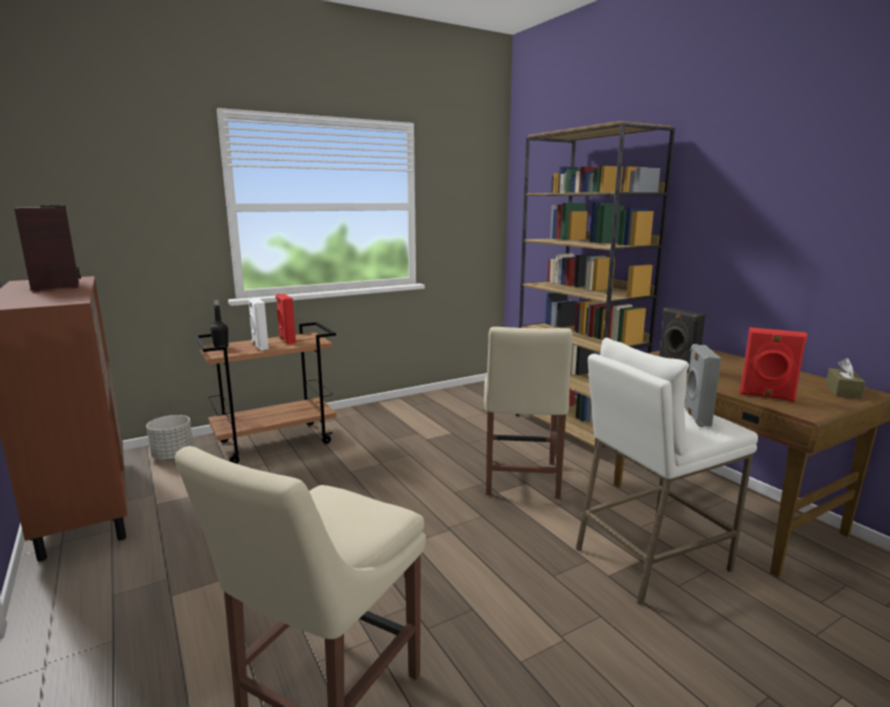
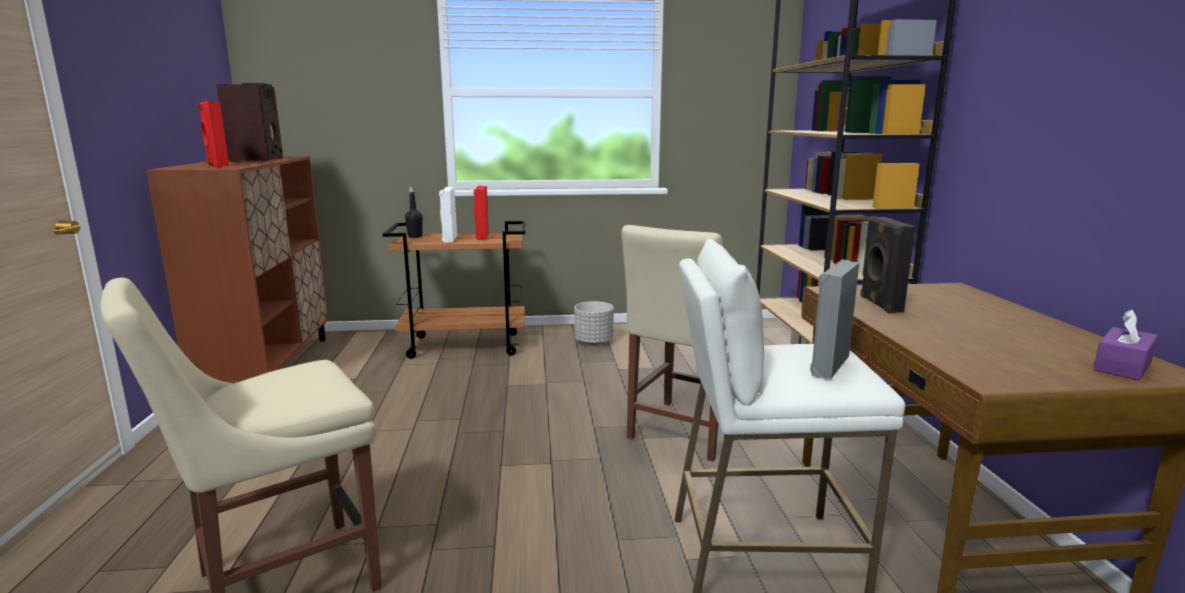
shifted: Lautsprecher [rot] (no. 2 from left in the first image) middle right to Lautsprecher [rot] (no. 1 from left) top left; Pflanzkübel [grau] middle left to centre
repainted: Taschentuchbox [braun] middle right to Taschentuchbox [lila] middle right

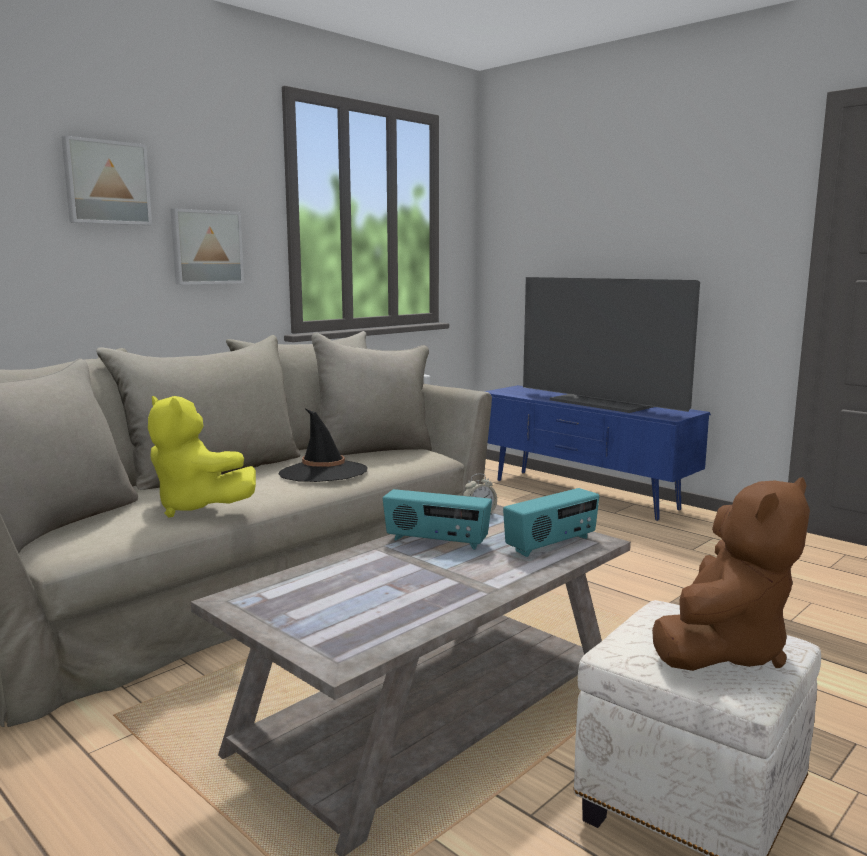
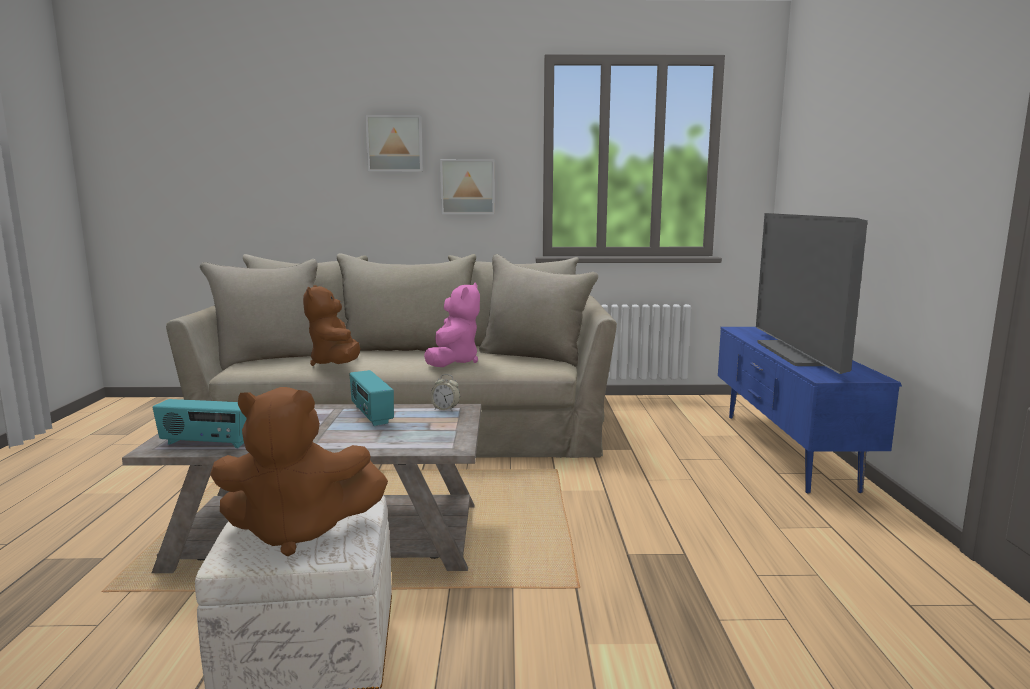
shifted: Radio (no. 2 from left in the first image) centre to Radio (no. 1 from left) middle left
swapped: Hut [schwarz] centre to Plüschtier [rosa] centre
repainted: Plüschtier [gelb] middle left to Plüschtier [braun] (no. 2 from left) middle left

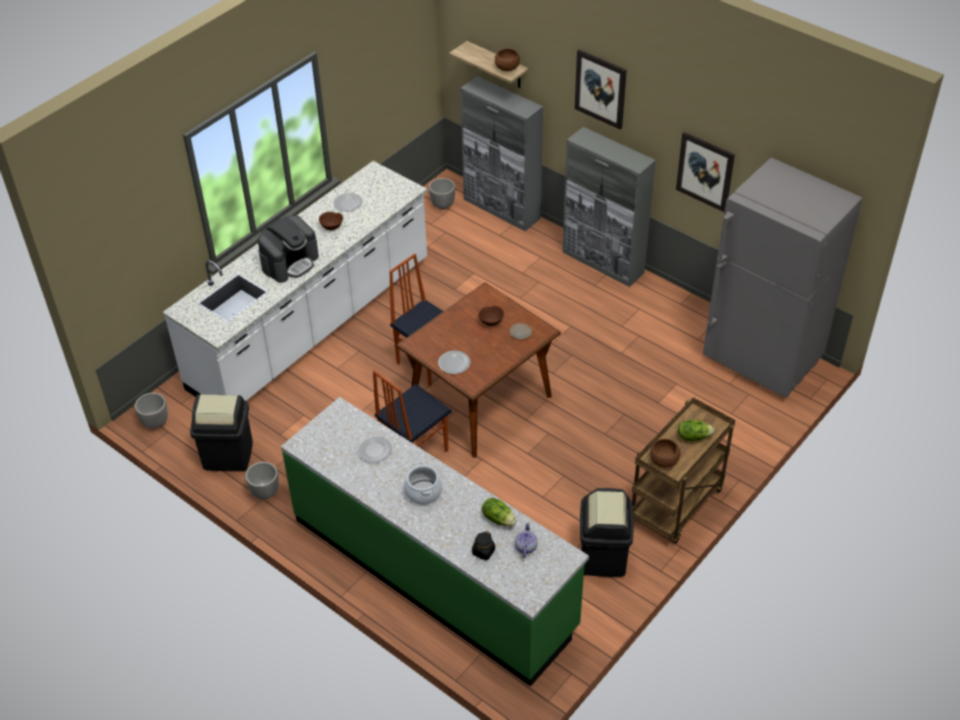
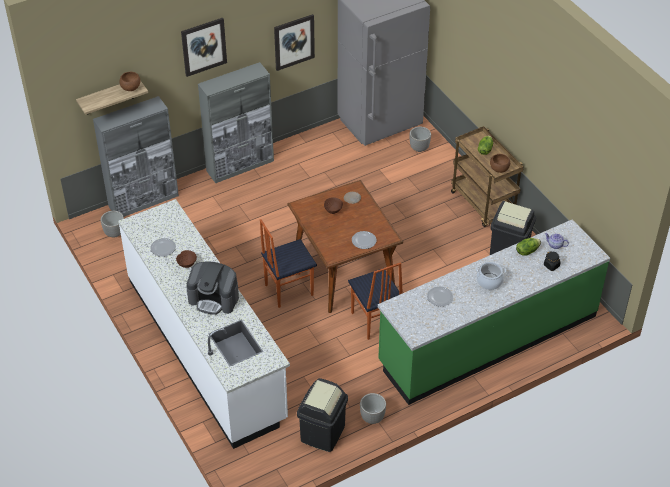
shifted: Pflanzkübel (no. 1 from left in the first image) middle left to Pflanzkübel (no. 3 from left) top centre
rotated: Kaffeemaschine middle left = middle left 135 degrees clockwise

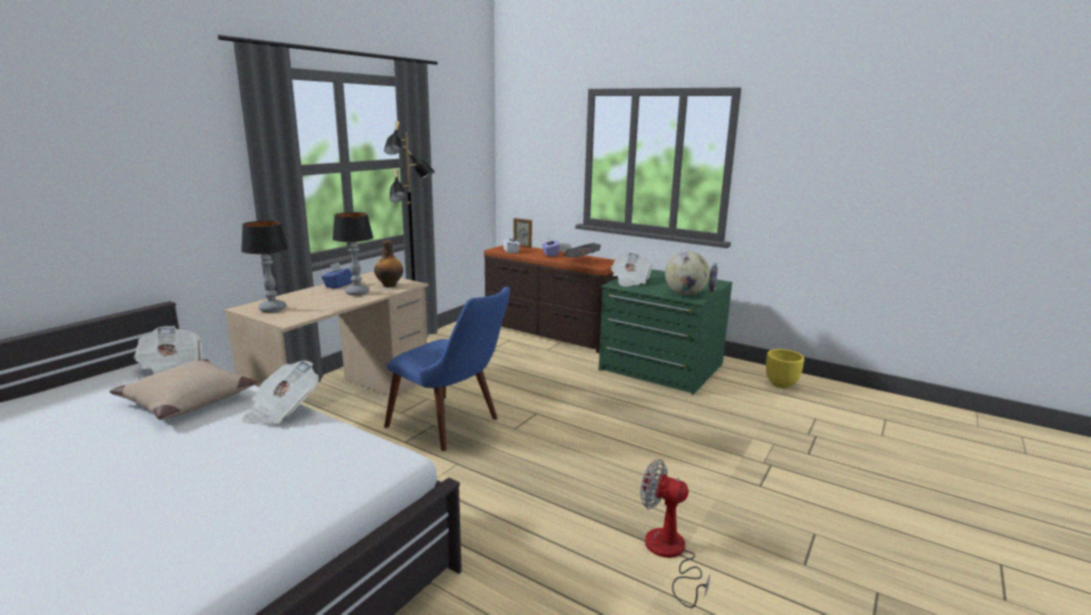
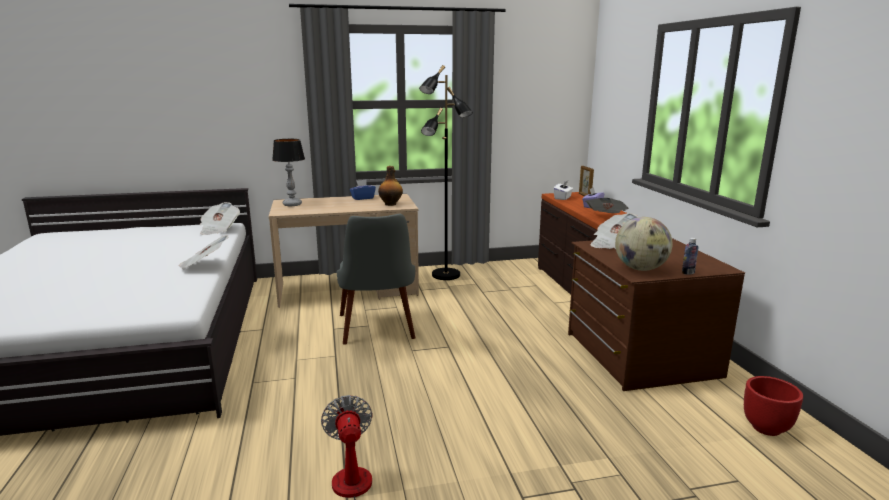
gone: Tischlampe (no. 2 from left) middle left; Kissen [beige] middle left
repainted: Kommode [grün] centre to Kommode [braun] (no. 2 from left) middle right; Stuhl [blau] centre to Stuhl [grau] centre; Pflanzkübel [gelb] middle right to Pflanzkübel [rot] bottom right

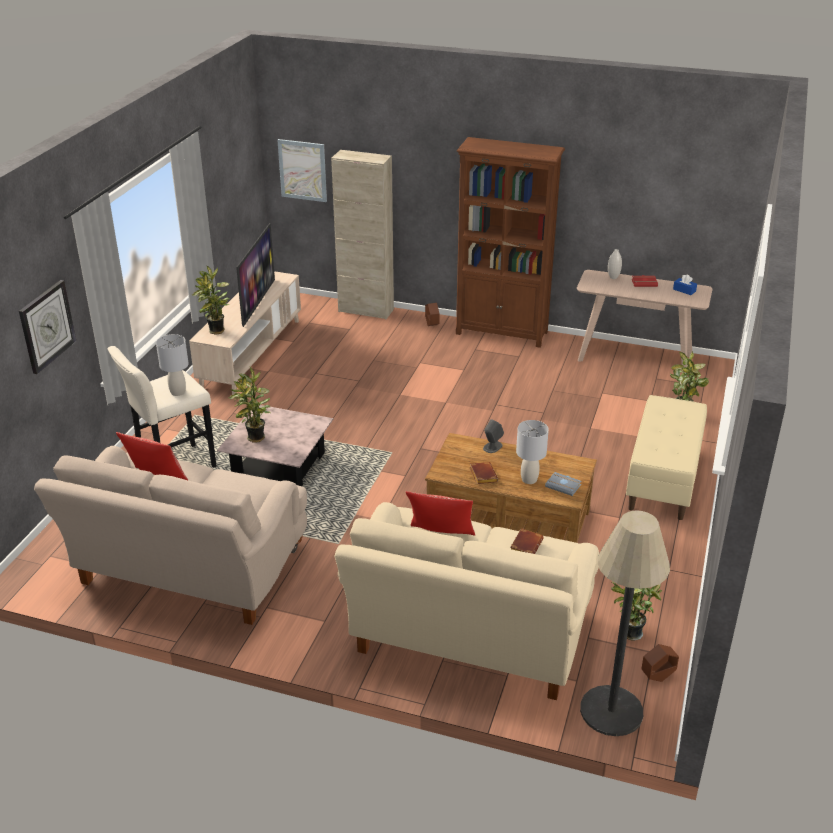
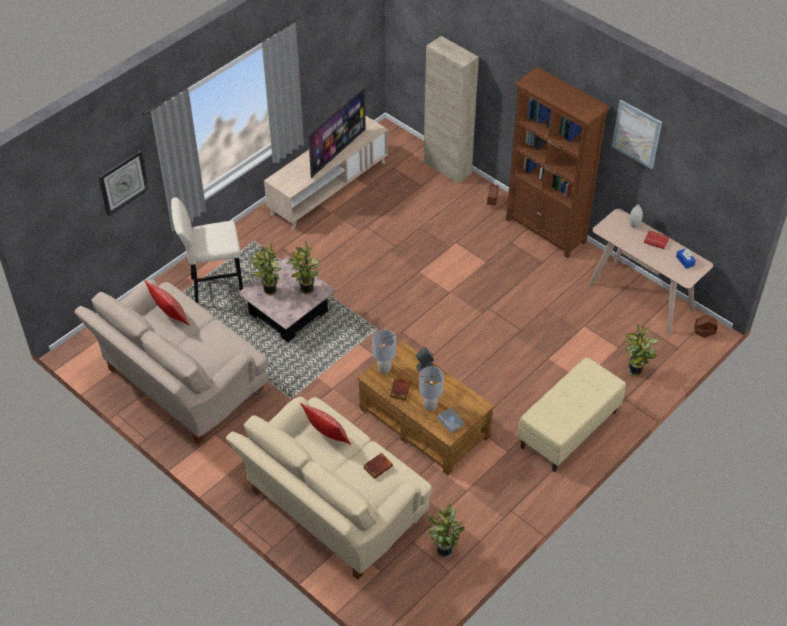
gone: Stehlampe bottom right
shifted: Bild top centre to top right; Topfpflanze (no. 1 from left in the first image) middle left to Topfpflanze (no. 2 from left) centre; Tischlampe [grau] (no. 1 from left) middle left to centre; Pflanzkübel [braun] (no. 2 from left) bottom right to middle right

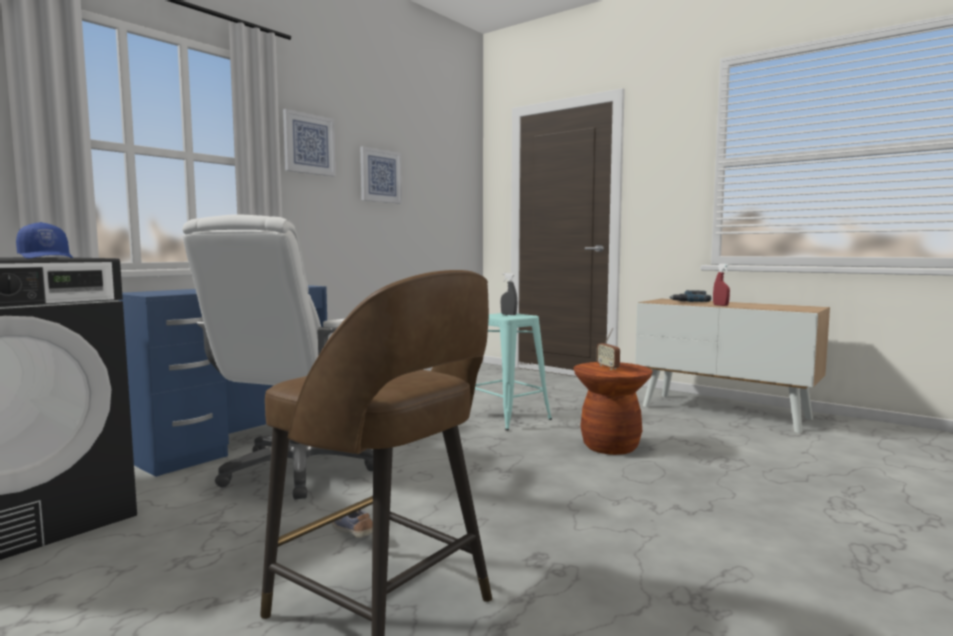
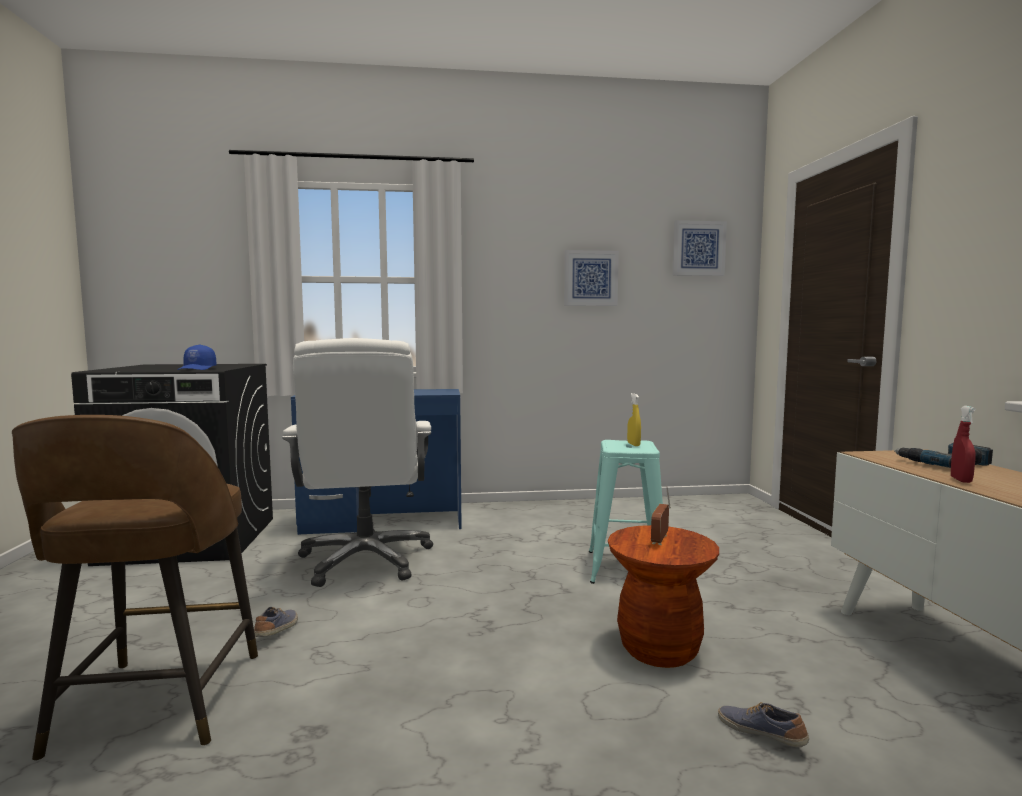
new: Schuh (no. 2 from left) bottom right
shifted: Bild (no. 1 from left in the first image) top left to Bild (no. 2 from left) top right
repainted: Sprühflasche [grau] centre to Sprühflasche [gelb] centre
rotated: Bürostuhl [weiß] middle left = centre 75 degrees counterclockwise

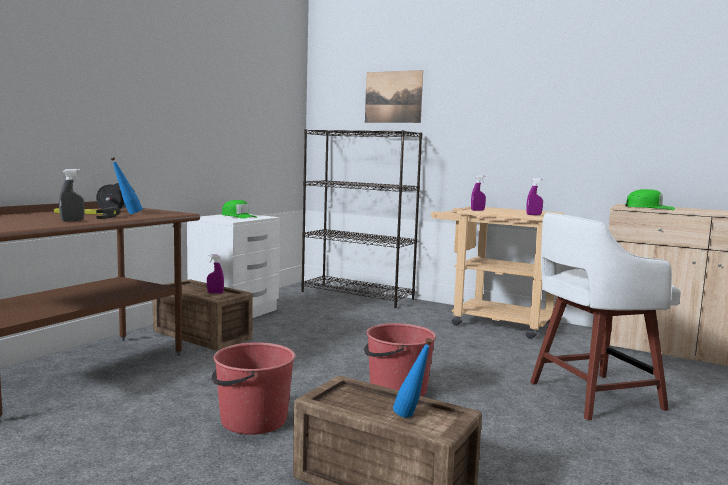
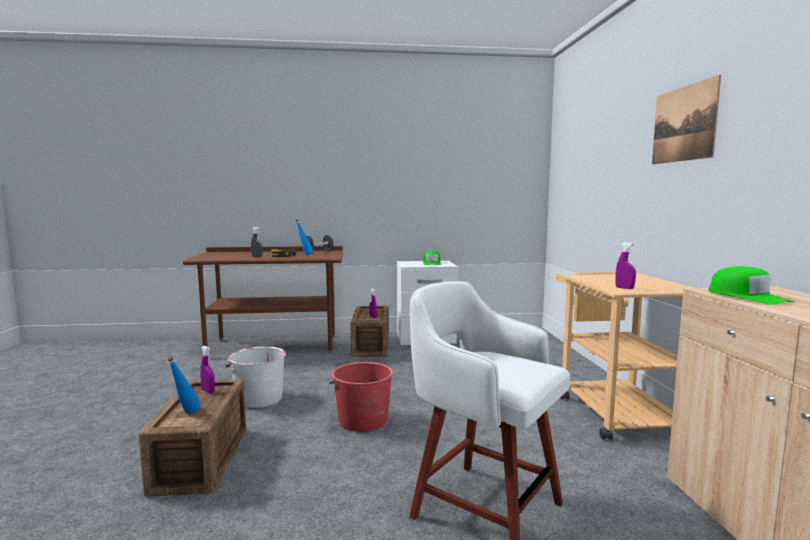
gone: Bücherregal [schwarz] centre
shifted: Bild top centre to top right; Sprühflasche [lila] (no. 2 from left in the first image) centre to Sprühflasche [lila] (no. 1 from left) bottom left
repainted: Eimer [rot] (no. 1 from left) bottom centre to Eimer [weiß] bottom left

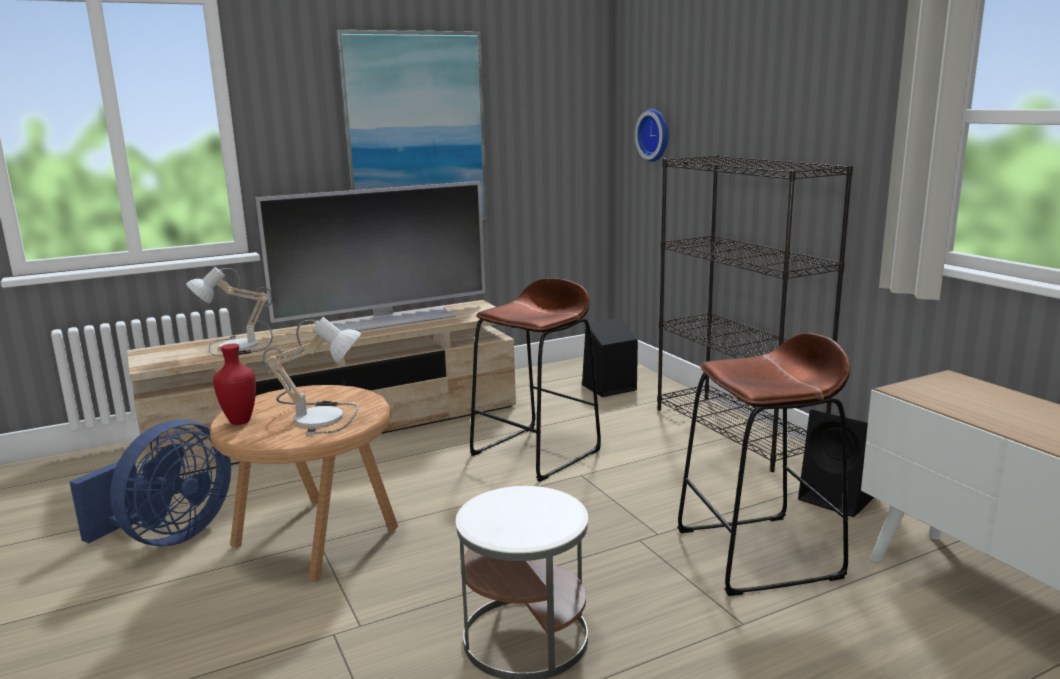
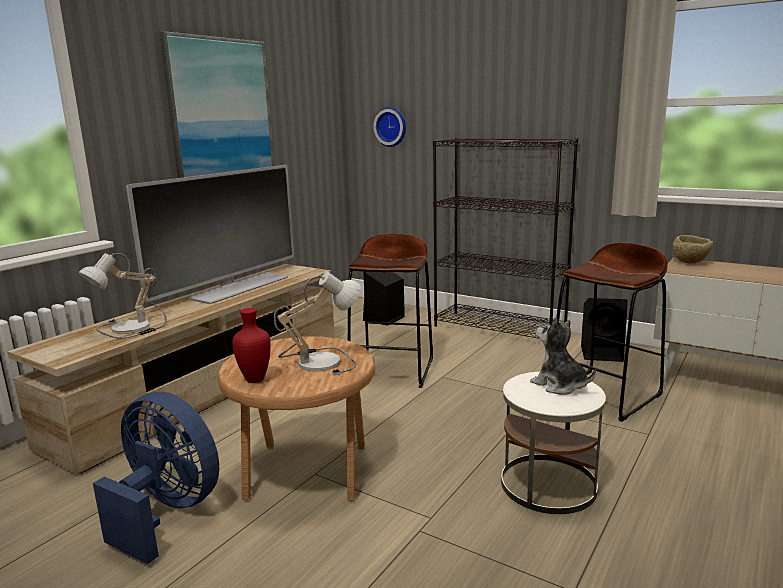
new: Schüssel [beige] middle right; Plüschtier middle right
rotated: Ventilator [blau] bottom left = bottom left 60 degrees counterclockwise

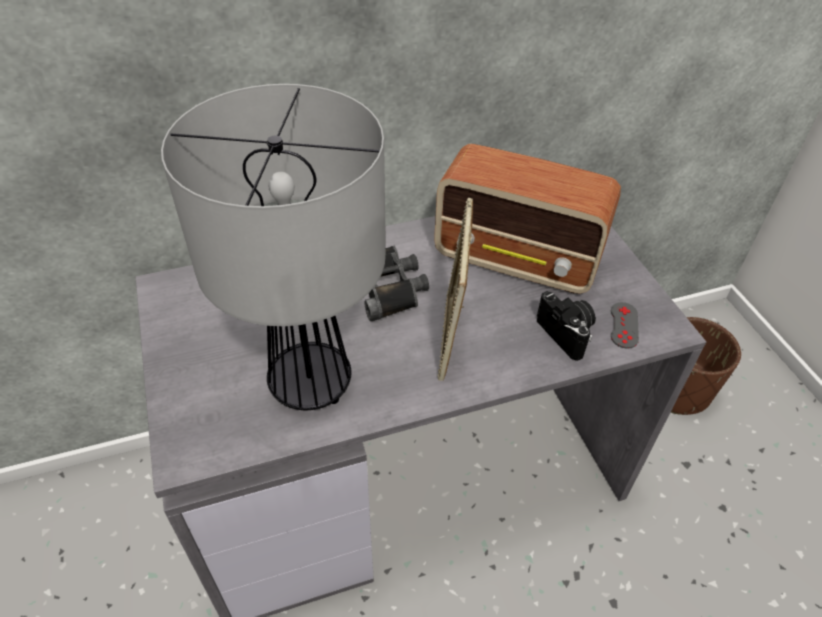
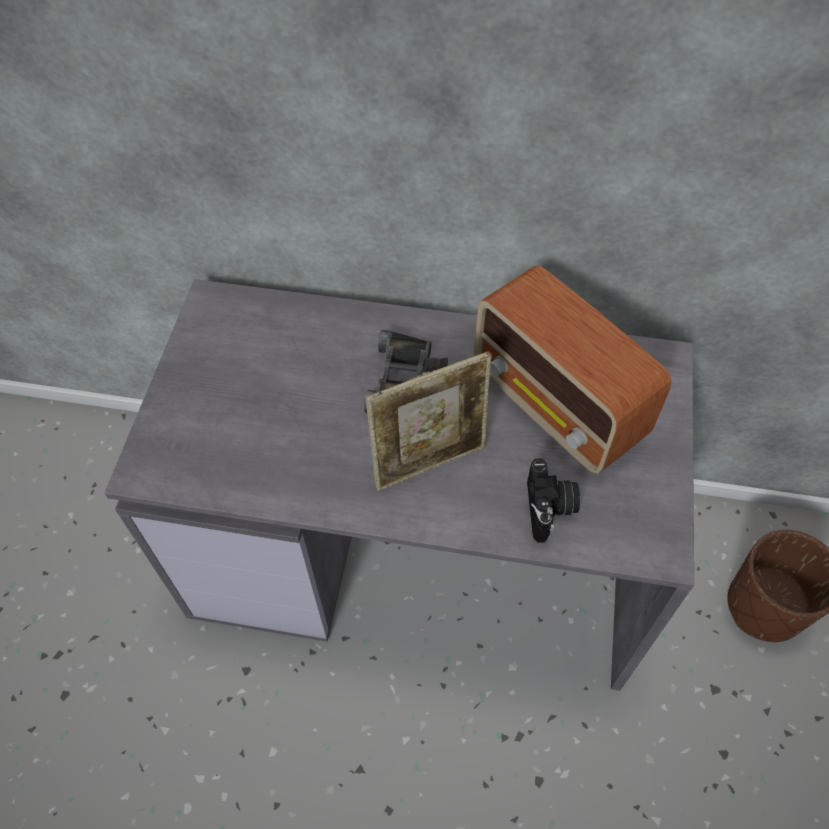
gone: Tischlampe middle left; Gamepad [grau] middle right
rotated: Bilderrahmen centre = centre 150 degrees counterclockwise

